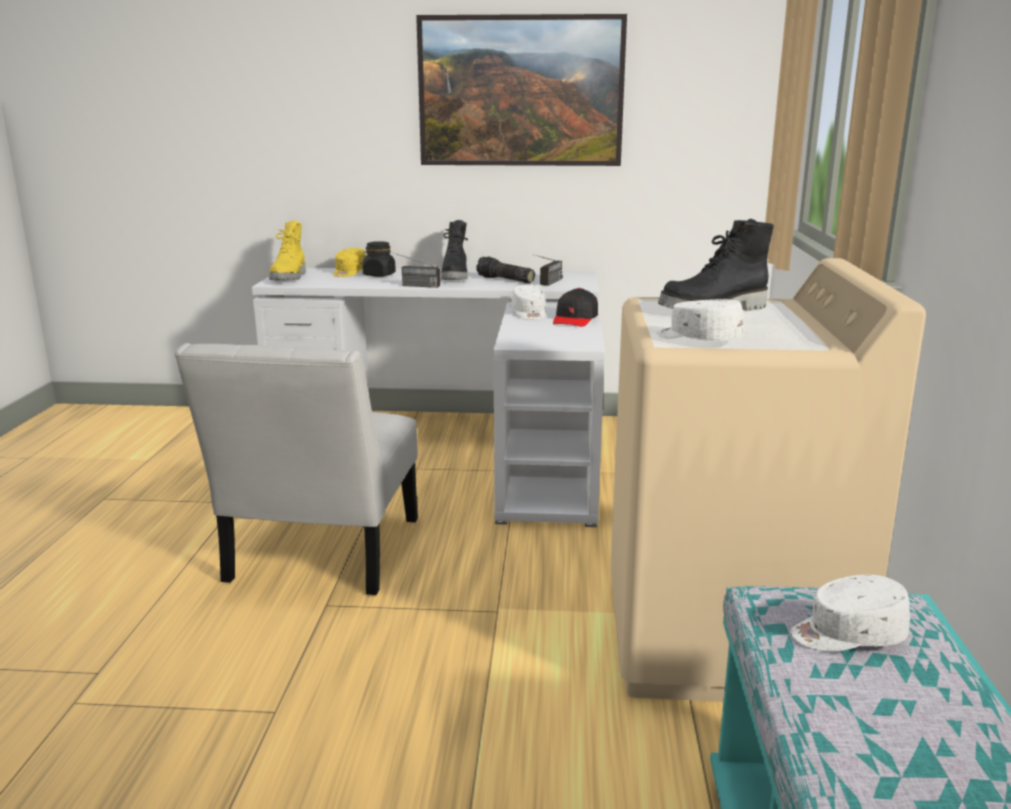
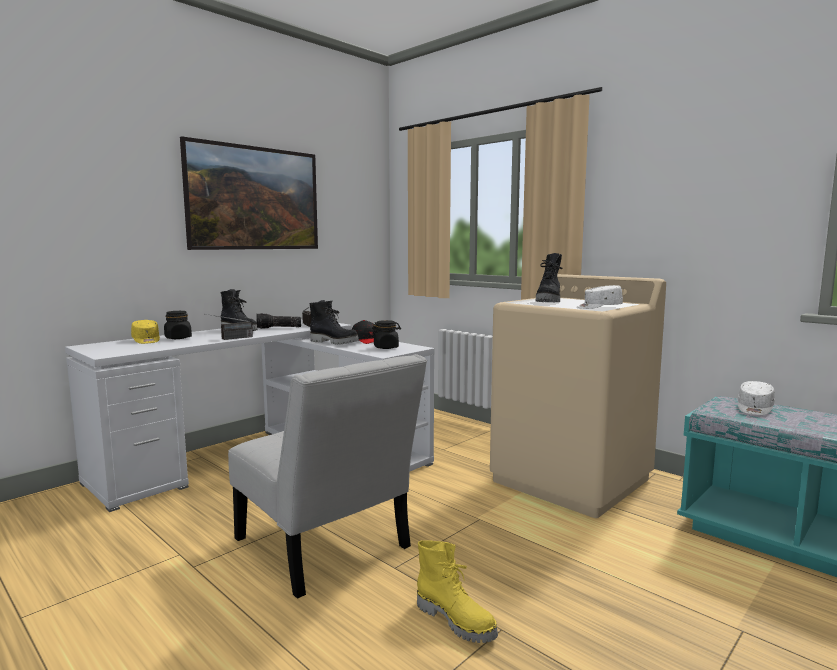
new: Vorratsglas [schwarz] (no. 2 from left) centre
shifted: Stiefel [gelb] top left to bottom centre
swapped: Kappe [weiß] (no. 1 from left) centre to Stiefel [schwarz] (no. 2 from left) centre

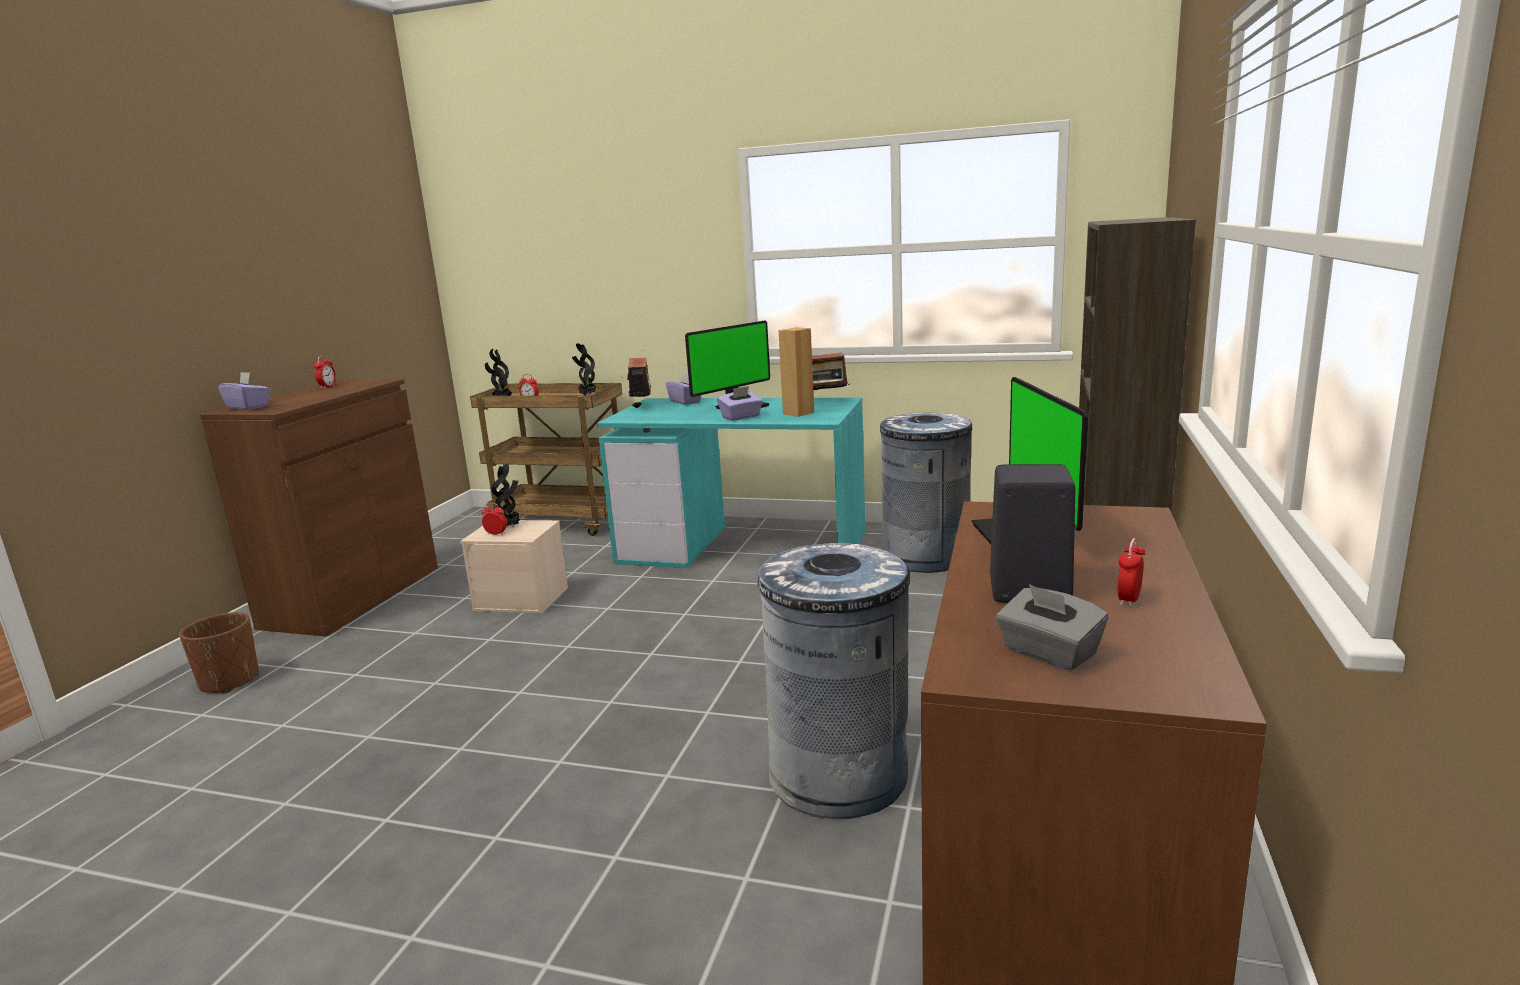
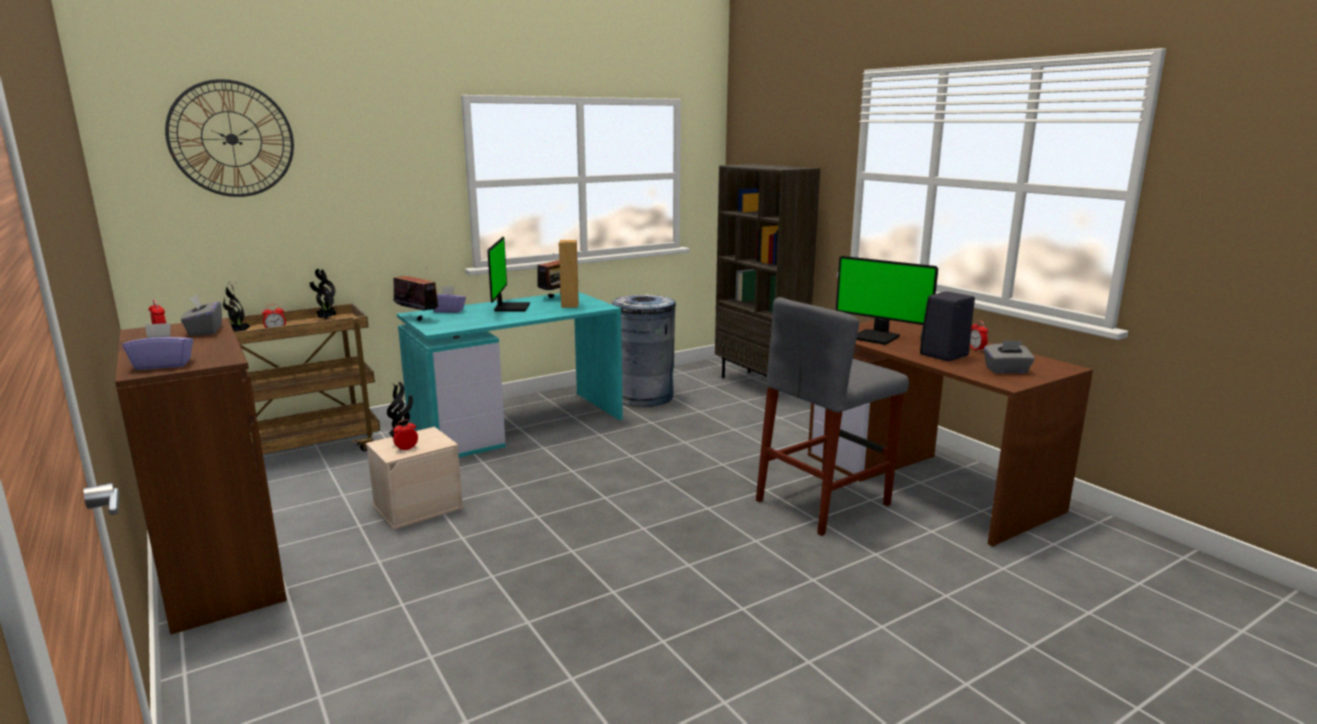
gone: Taschentuchbox [lila] (no. 3 from left) centre; Pflanzkübel [braun] middle left
new: Wanduhr top left; Taschentuchbox [grau] (no. 1 from left) middle left
swapped: Mülleimer [grau] (no. 1 from left) bottom centre to Hocker [grau] centre

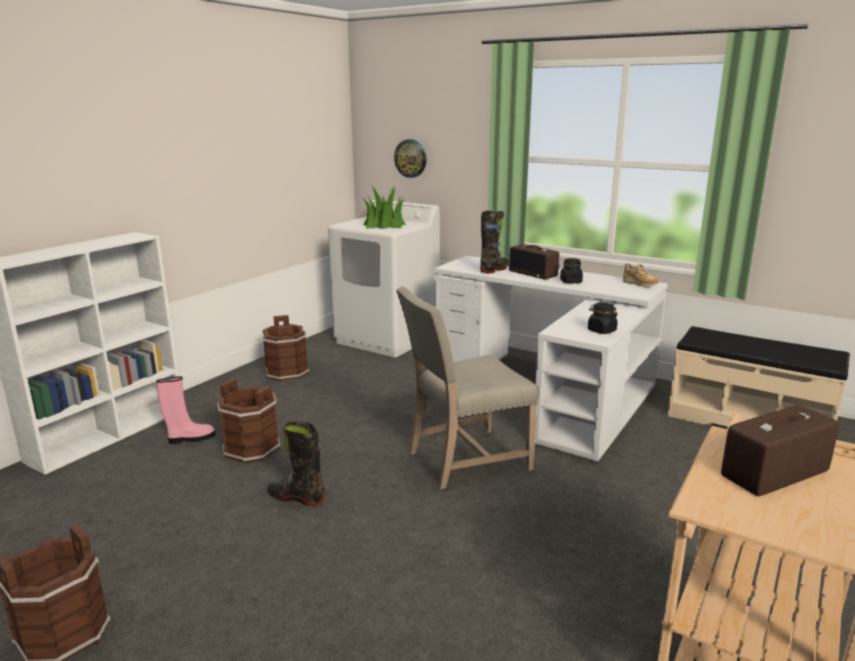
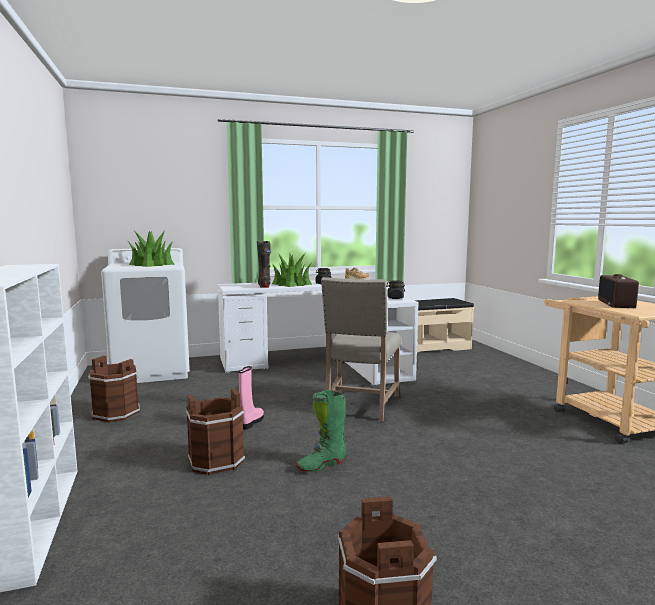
gone: Wanduhr top centre
shifted: Stiefel [rosa] middle left to centre
swapped: Radio (no. 1 from left) centre to Topfpflanze (no. 2 from left) centre
repainted: Stiefel [schwarz] (no. 1 from left) bottom centre to Stiefel [grün] bottom centre

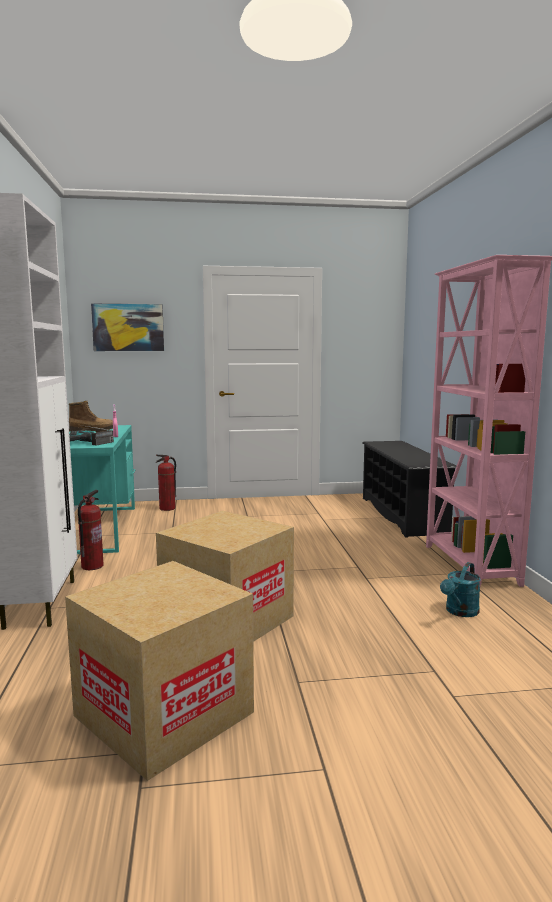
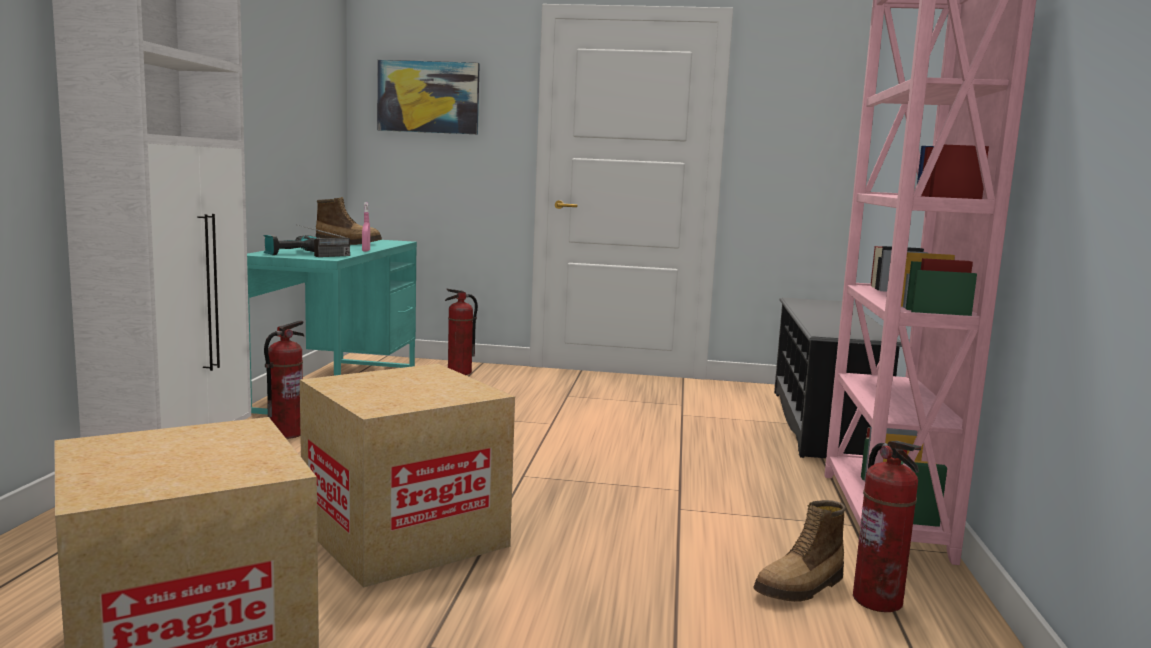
new: Feuerlöscher (no. 3 from left) bottom right
swapped: Gießkanne [türkis] middle right to Stiefel (no. 2 from left) bottom right

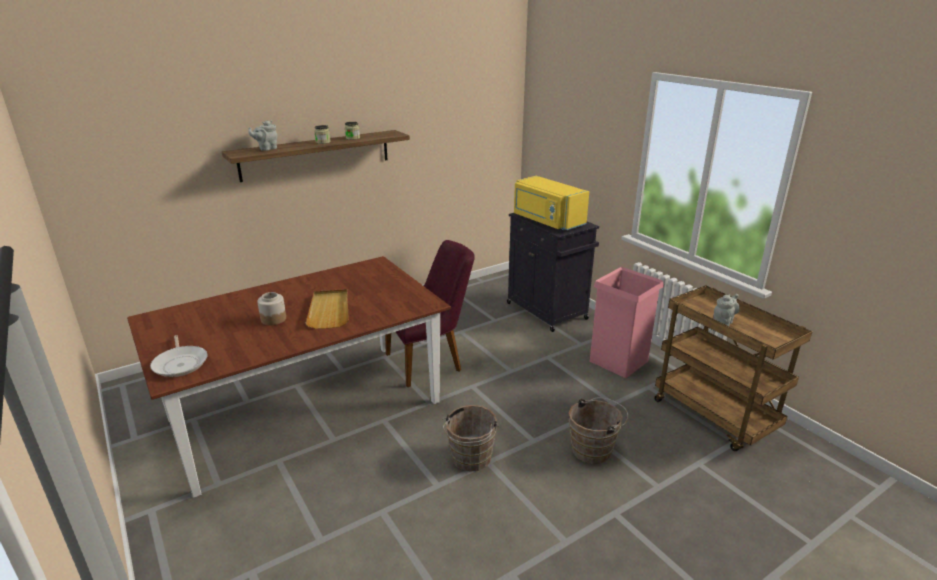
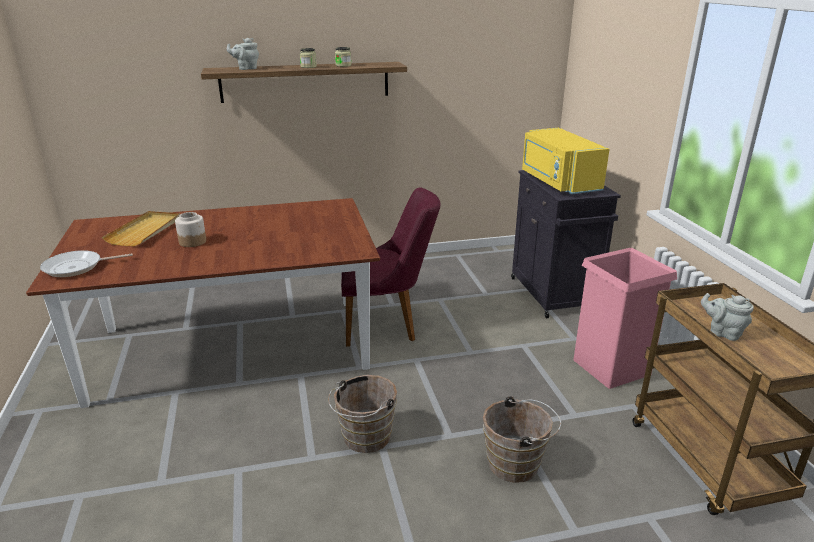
shifted: Tablett [beige] centre to middle left
rotated: Teekanne [grau] (no. 2 from left) middle right = middle right 120 degrees counterclockwise; Pfanne middle left = middle left 75 degrees clockwise

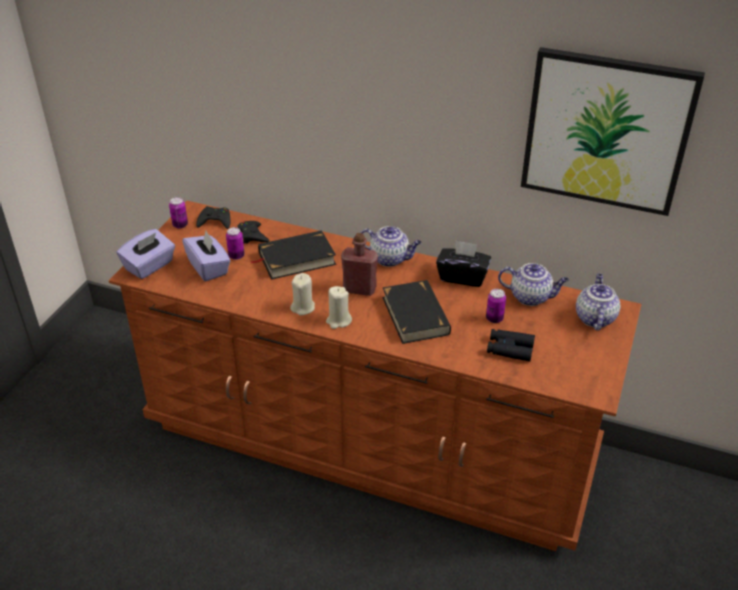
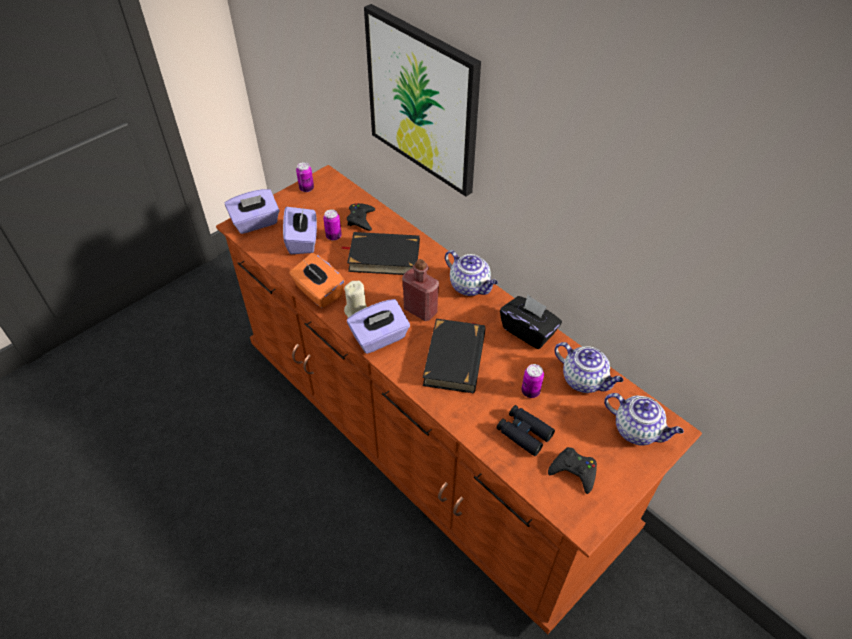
new: Taschentuchbox [orange] centre
shifted: Bild top right to top centre; Gamepad [schwarz] (no. 1 from left in the first image) middle left to Gamepad [schwarz] (no. 2 from left) bottom right
swapped: Kerze [beige] (no. 2 from left) centre to Taschentuchbox [lila] (no. 3 from left) centre
rotated: Teekanne (no. 3 from left) middle right = middle right 90 degrees clockwise

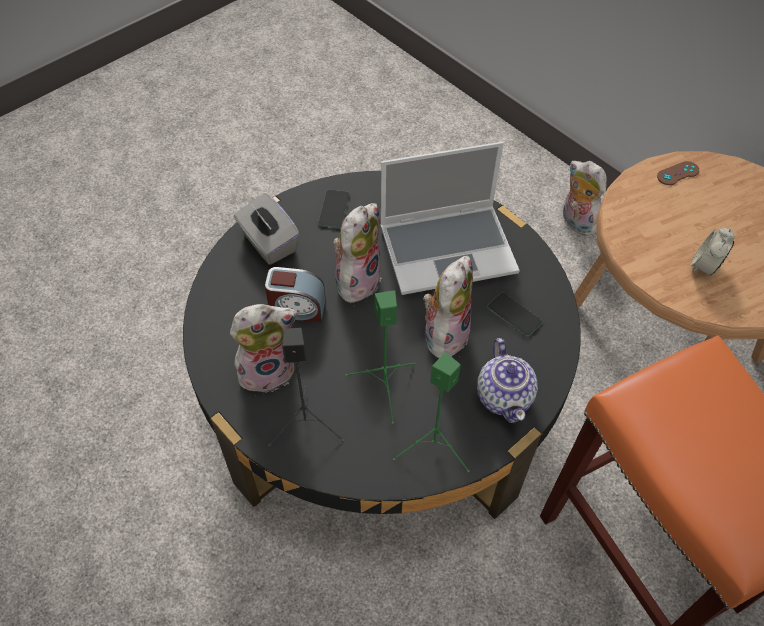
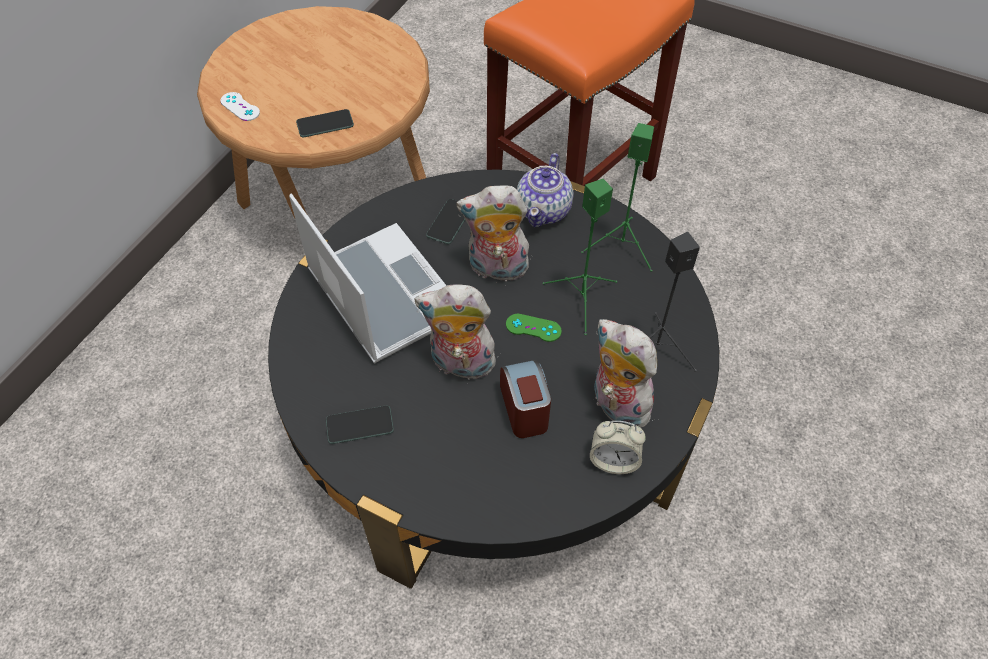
gone: Plüschtier (no. 4 from left) top right; Taschentuchbox [grau] centre
new: Handy (no. 1 from left) top left; Gamepad [grün] centre
shifted: Wecker (no. 2 from left) middle right to bottom centre
repainted: Gamepad [braun] top right to Gamepad [weiß] top left
rotated: Teekanne centre = top centre 135 degrees clockwise

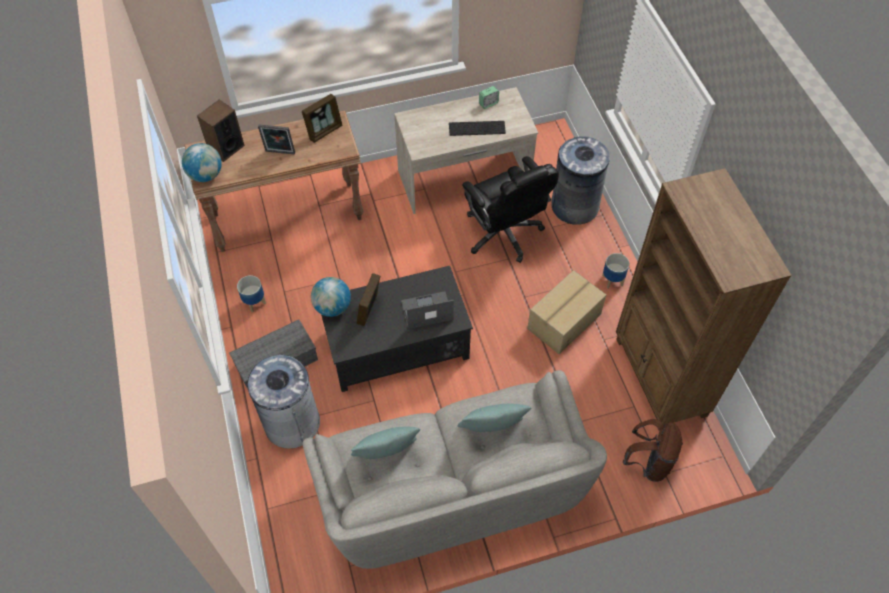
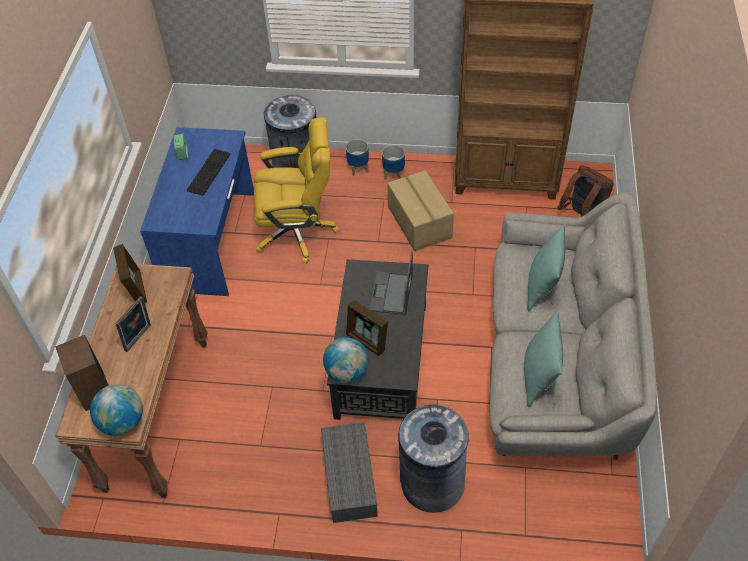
shifted: Pflanzkübel (no. 1 from left) middle left to top centre
repainted: Schreibtisch [beige] top centre to Schreibtisch [blau] middle left; Bürostuhl [schwarz] centre to Bürostuhl [gelb] centre

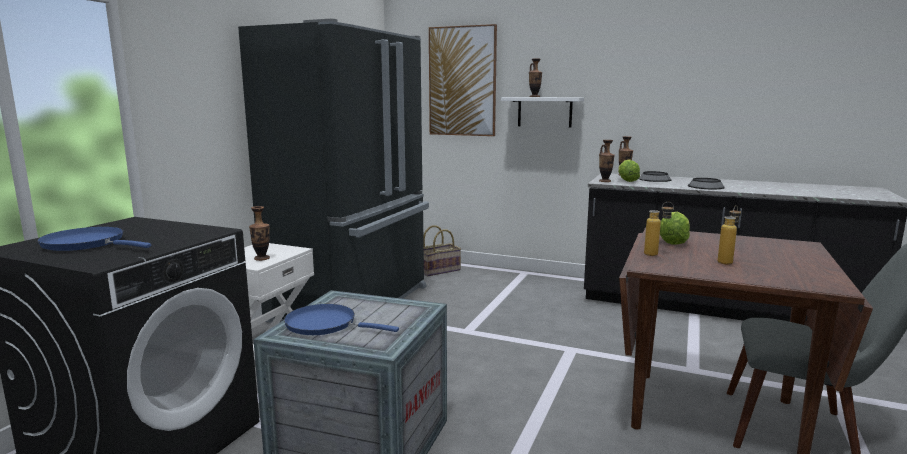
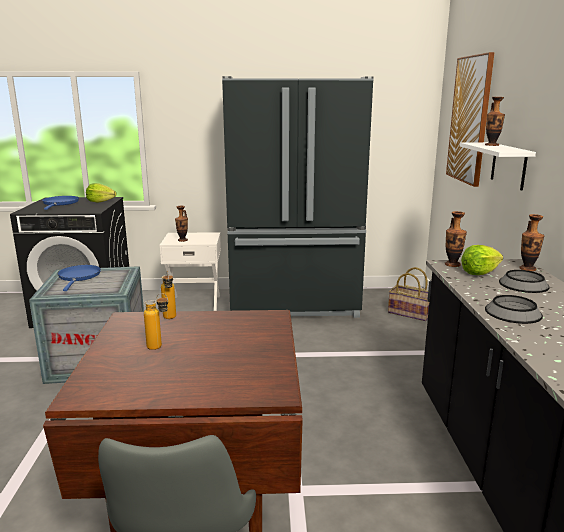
shifted: Salatkopf (no. 2 from left in the first image) middle right to Salatkopf (no. 1 from left) middle left

